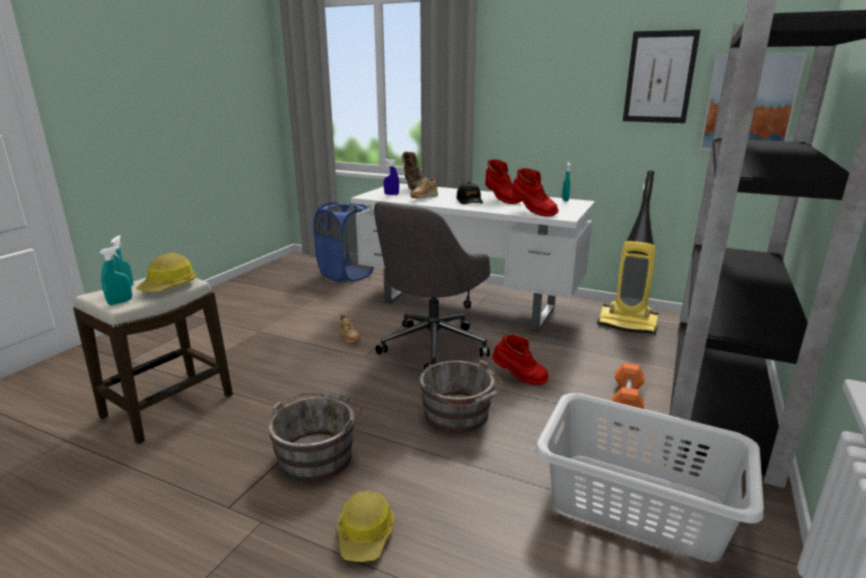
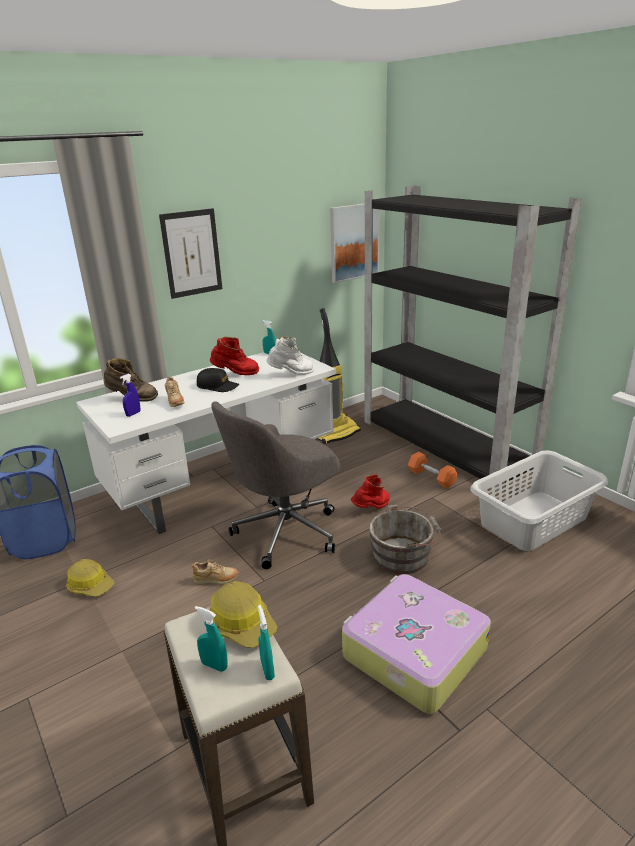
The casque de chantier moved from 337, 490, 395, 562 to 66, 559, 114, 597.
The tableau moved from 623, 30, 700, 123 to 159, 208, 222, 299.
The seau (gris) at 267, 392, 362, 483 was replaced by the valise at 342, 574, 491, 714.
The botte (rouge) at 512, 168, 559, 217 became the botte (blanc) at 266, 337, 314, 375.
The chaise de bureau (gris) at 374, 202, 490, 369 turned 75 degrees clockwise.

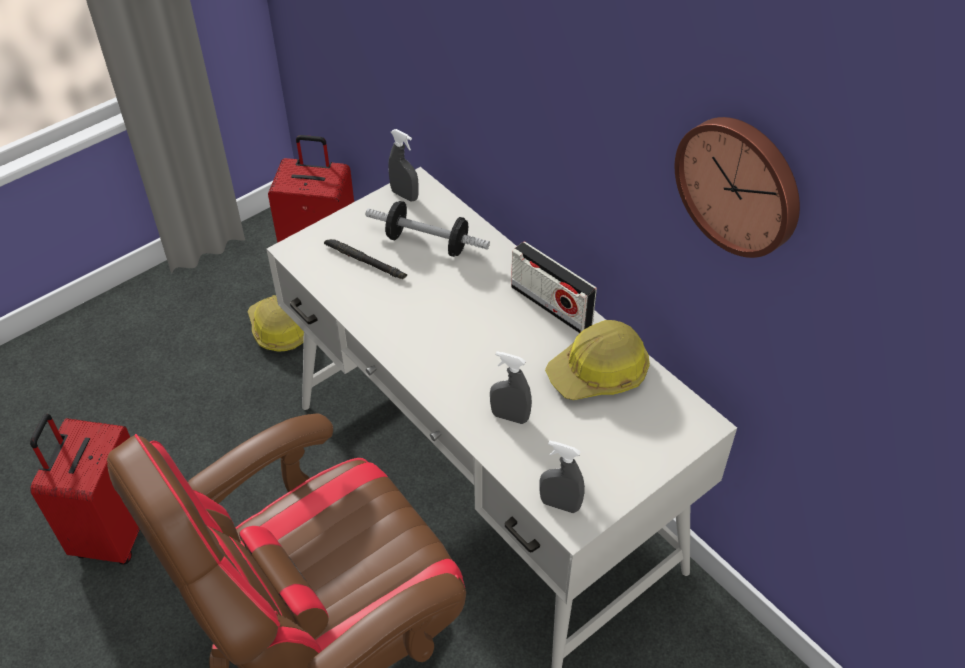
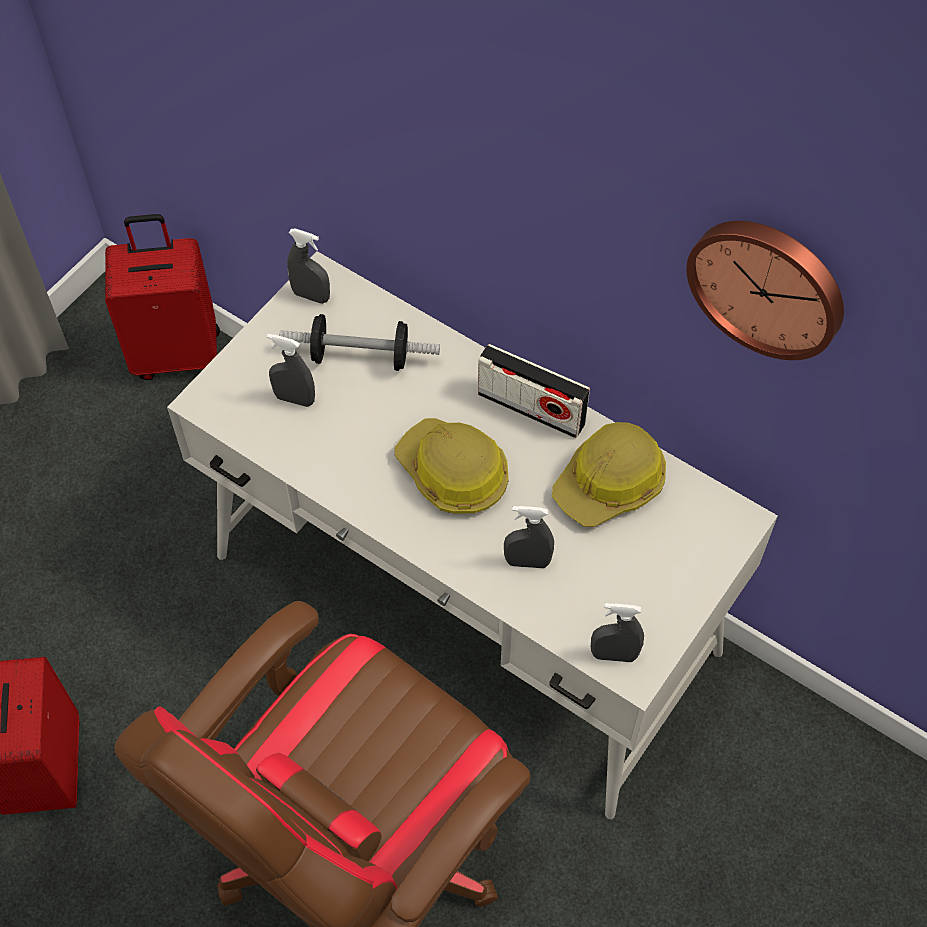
The casque de chantier moved from 248, 295, 304, 352 to 394, 418, 509, 514.
The lampe de poche (noir) at 324, 239, 407, 279 was replaced by the vaporisateur (gris) at 267, 334, 315, 407.

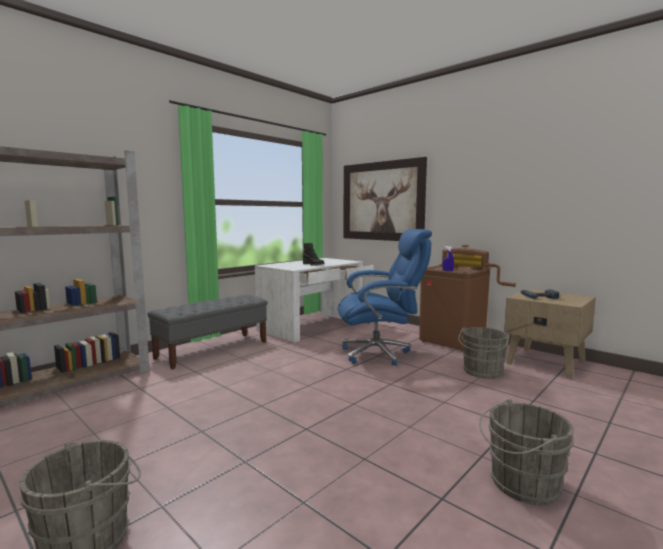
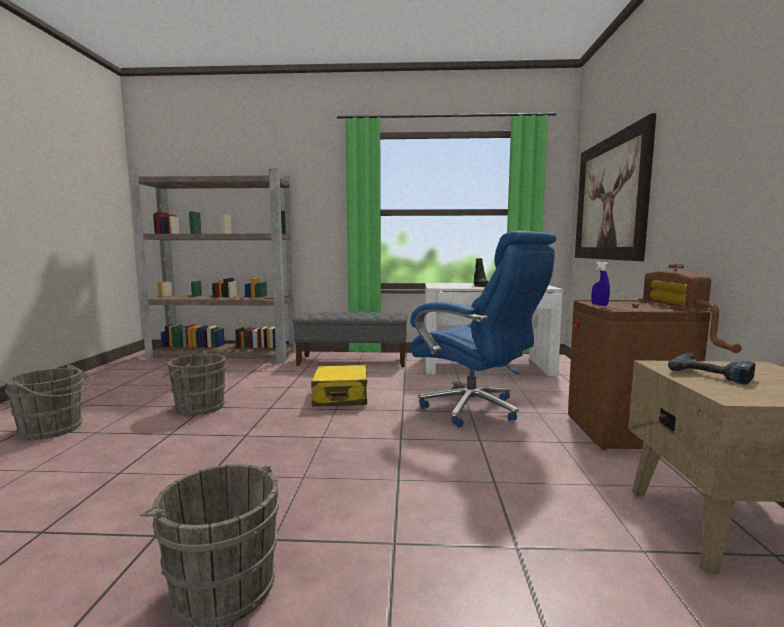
The valise (jaune) at 311, 365, 367, 407 appeared.
The seau (gris) moved from 458, 327, 510, 379 to 161, 351, 227, 416.

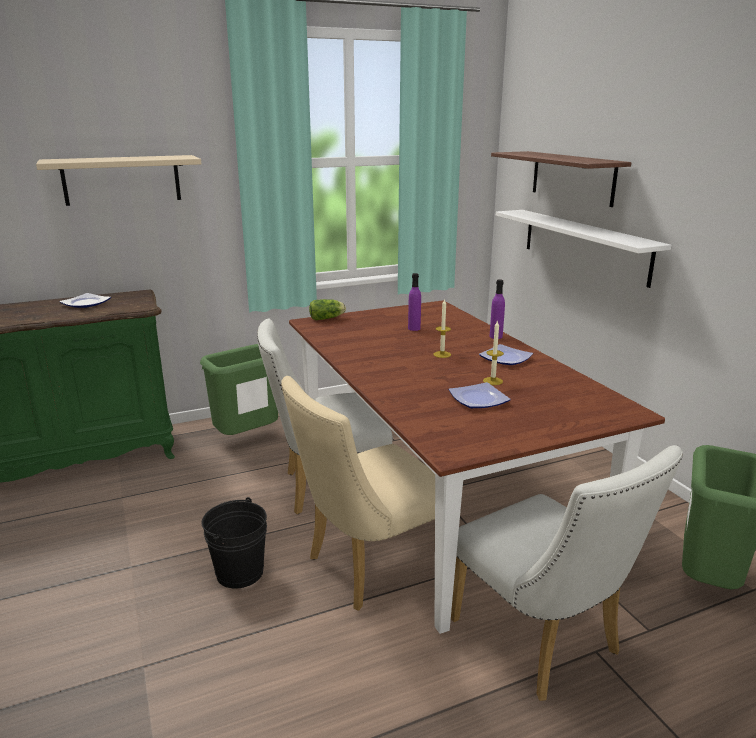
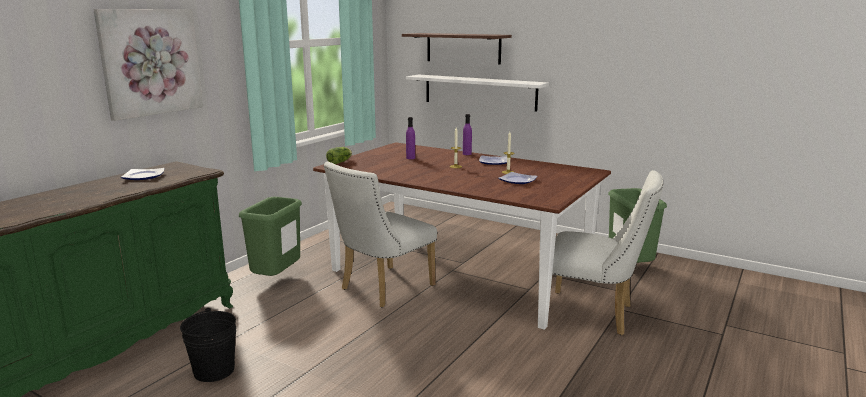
The chaise (beige) at 281, 376, 435, 611 disappeared.
The seau (noir) moved from 201, 497, 267, 589 to 180, 308, 236, 382.
The étagère (beige) at 36, 155, 201, 206 was replaced by the tableau at 93, 9, 203, 121.

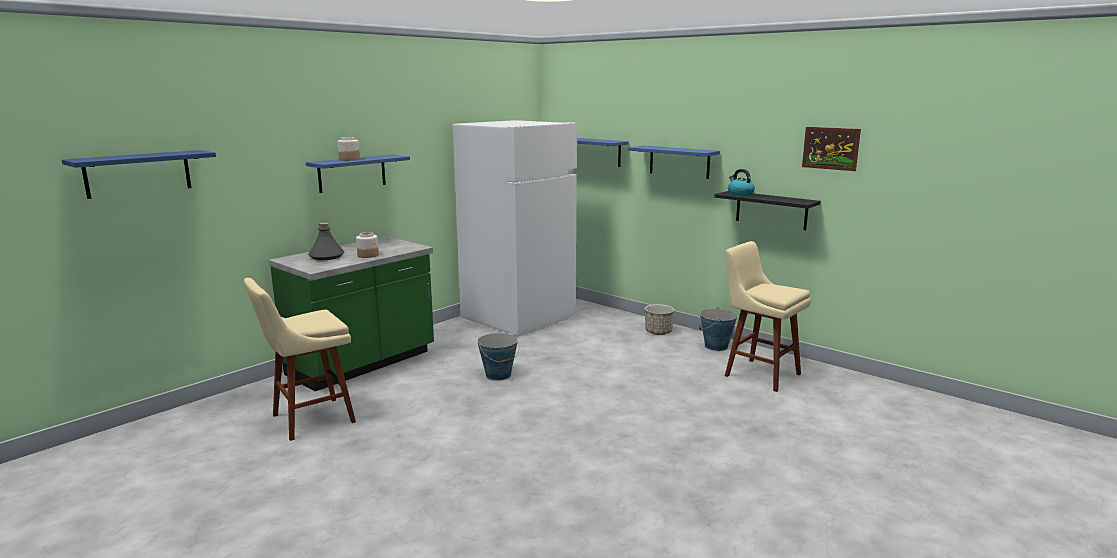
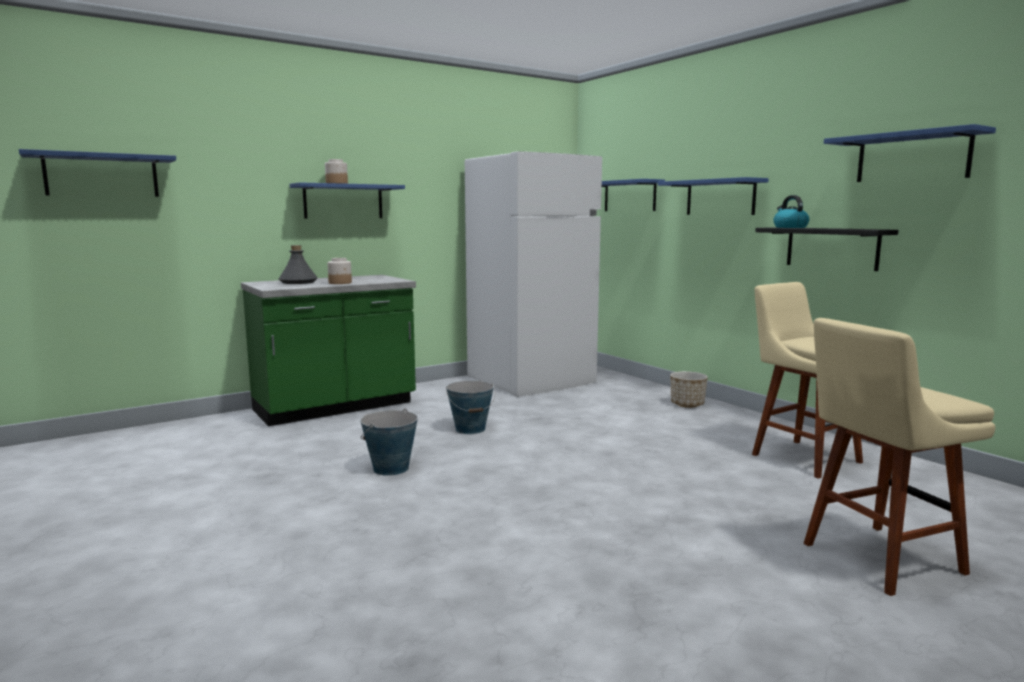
The tabouret (beige) moved from 244, 278, 356, 441 to 804, 318, 995, 596.
The seau moved from 699, 307, 737, 351 to 360, 409, 418, 476.
The tableau at 802, 127, 861, 171 was replaced by the étagère (bleu) at 824, 124, 996, 182.

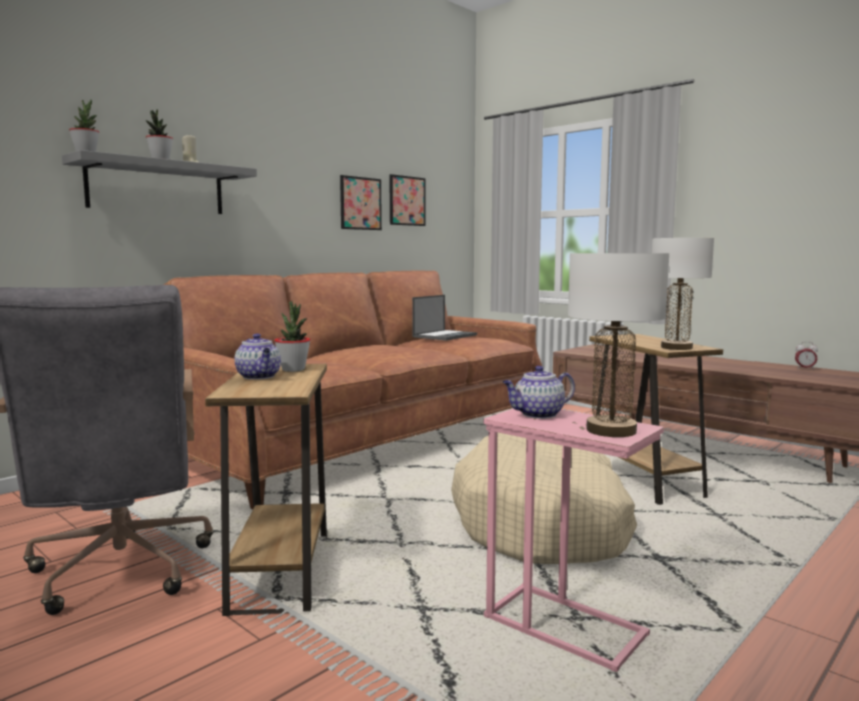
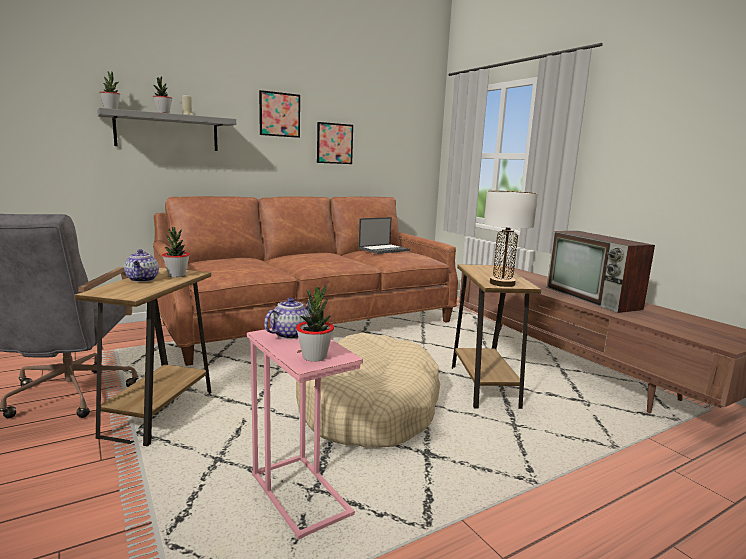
The réveil at 795, 342, 818, 370 disappeared.
The téléviseur at 547, 231, 655, 313 appeared.
The tableau moved from 389, 174, 425, 226 to 259, 90, 300, 138.
The lampe de table at 568, 253, 669, 437 was replaced by the plante en pot at 296, 284, 334, 362.
The théière at 503, 366, 575, 419 turned 135 degrees clockwise.

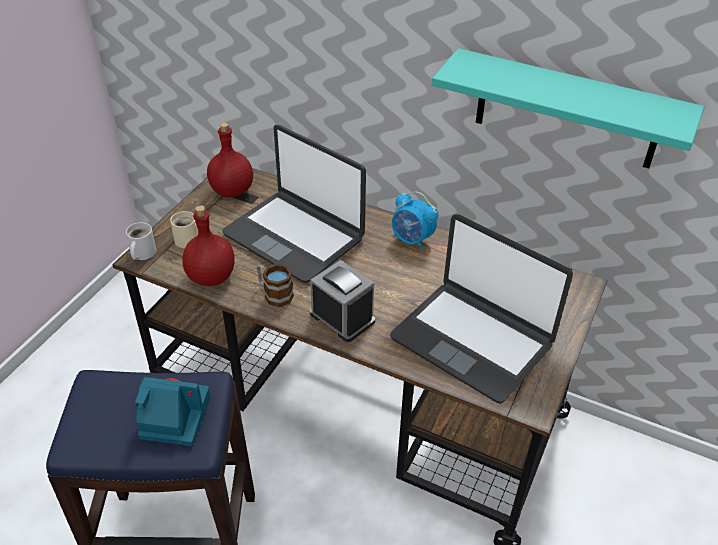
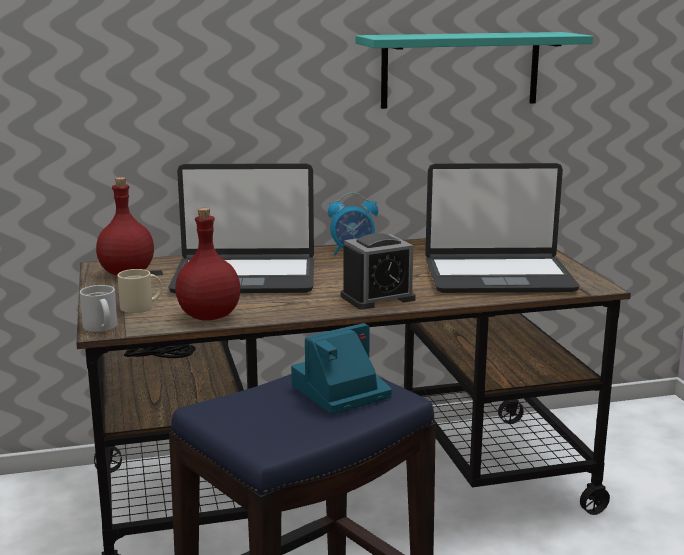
The mug at 257, 264, 294, 307 disappeared.
The réveil at 310, 260, 375, 342 turned 150 degrees clockwise.

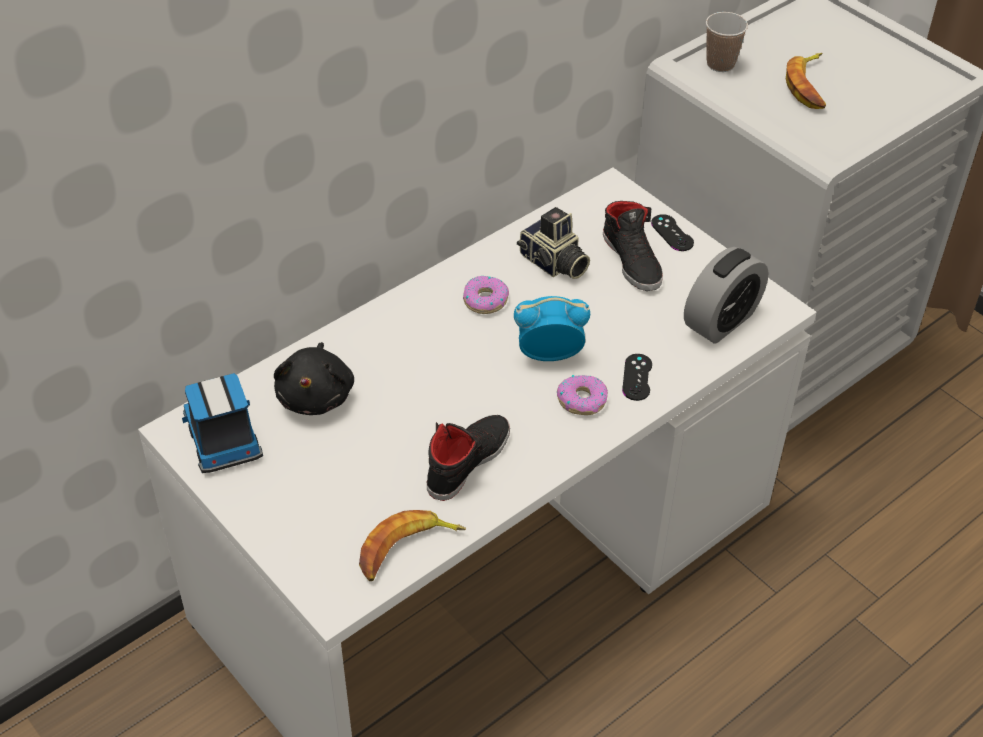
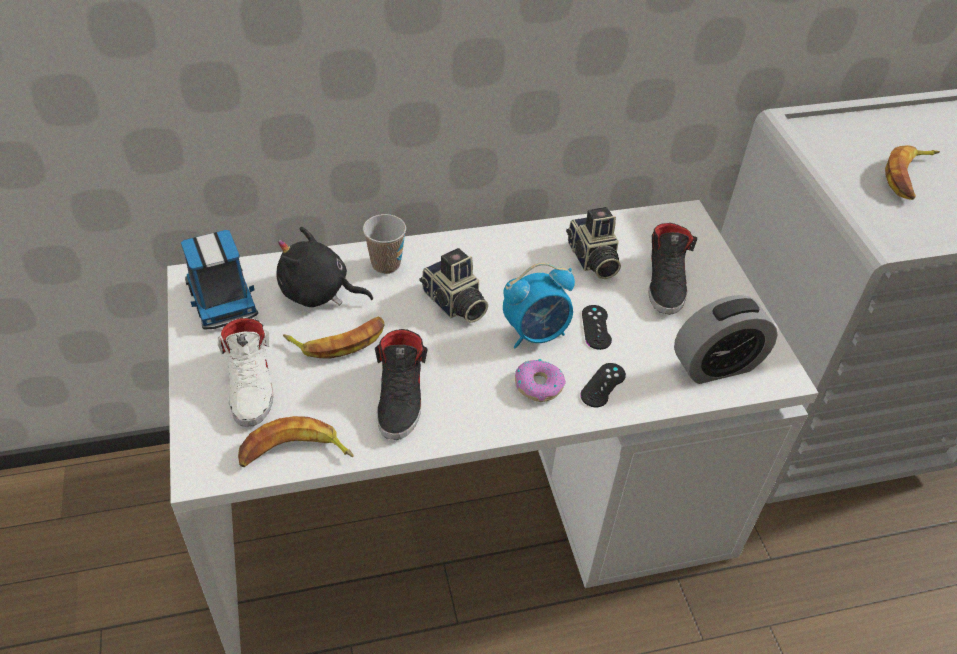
The beignet at 463, 276, 509, 314 disappeared.
The chaussure (blanc) at 216, 317, 273, 426 appeared.
The banane at 283, 317, 384, 358 appeared.
The appareil photo at 419, 248, 488, 323 appeared.
The manette (noir) moved from 651, 214, 694, 251 to 582, 305, 612, 350.
The tasse moved from 706, 12, 748, 72 to 363, 214, 406, 274.
The camion jouet at 182, 373, 263, 473 turned 150 degrees clockwise.
The peluche (noir) at 274, 342, 354, 415 turned 75 degrees clockwise.
The chaussure (noir) at 427, 415, 510, 501 turned 120 degrees clockwise.
The réveil at 514, 296, 590, 361 turned 135 degrees clockwise.

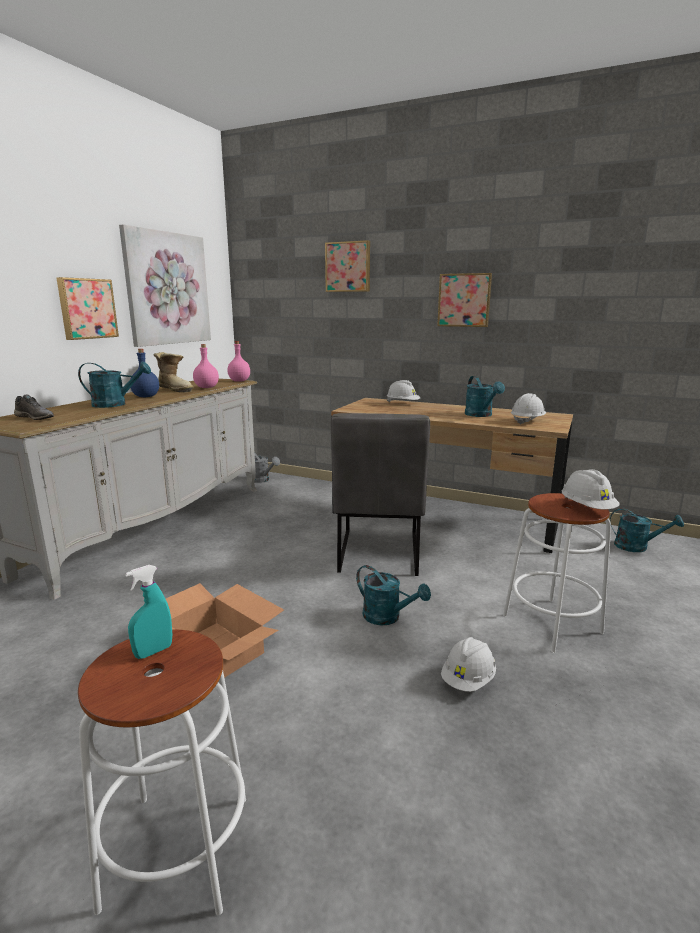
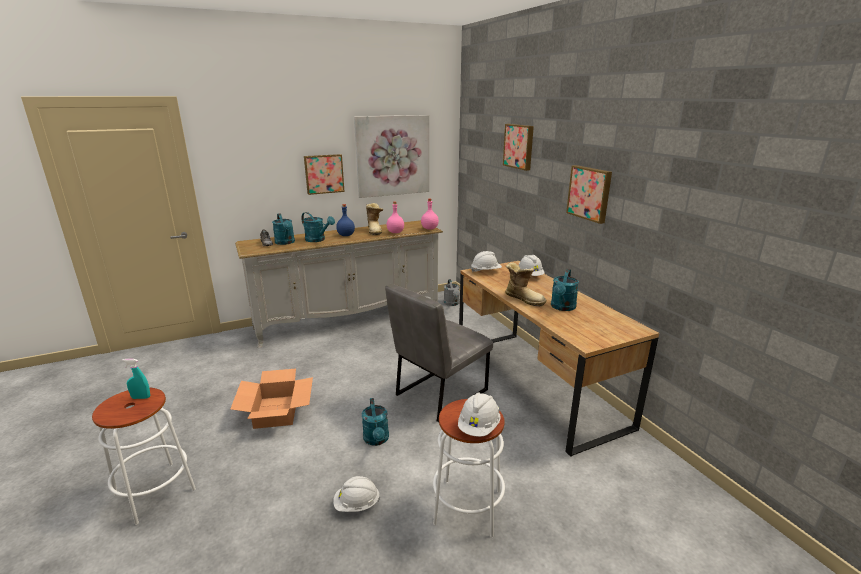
The botte at 505, 262, 547, 307 appeared.
The casque de chantier (blanc) moved from 511, 393, 546, 425 to 471, 251, 502, 272.
The arrosoir (turquoise) moved from 610, 508, 684, 552 to 272, 213, 295, 245.

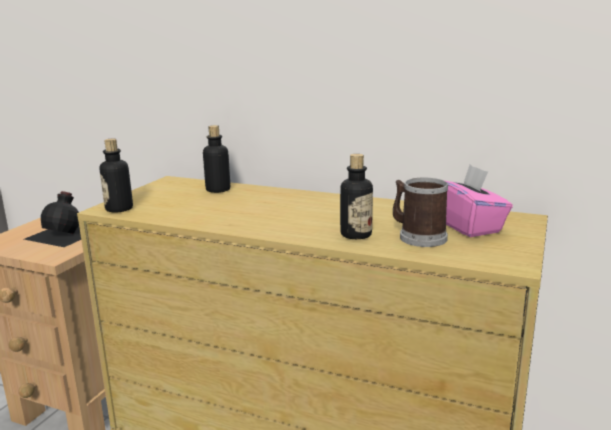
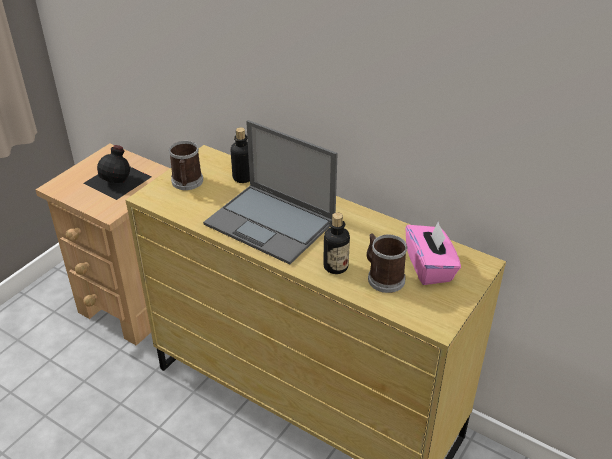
The bouteille at 99, 139, 133, 212 disappeared.
The mug at 169, 141, 203, 190 appeared.
The ordinateur portable at 203, 120, 337, 265 appeared.

